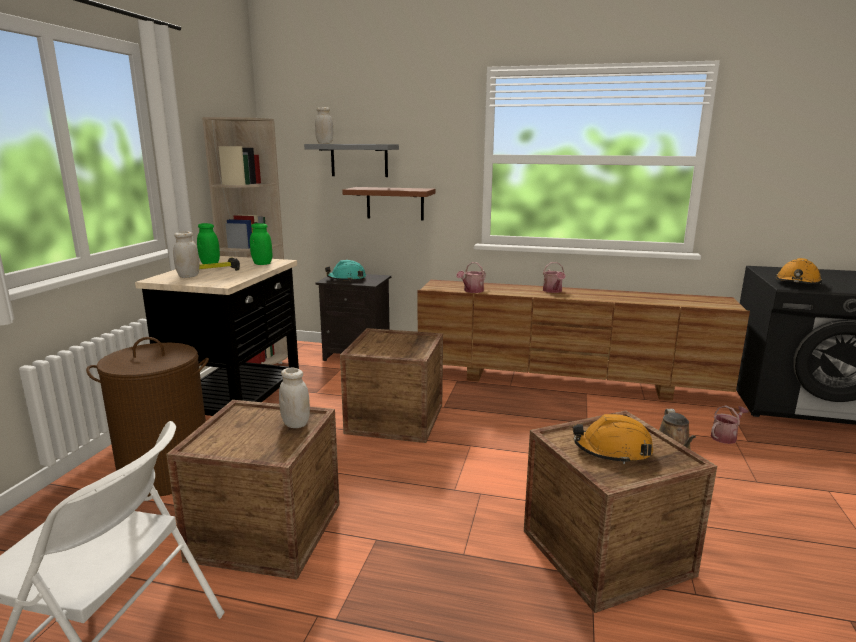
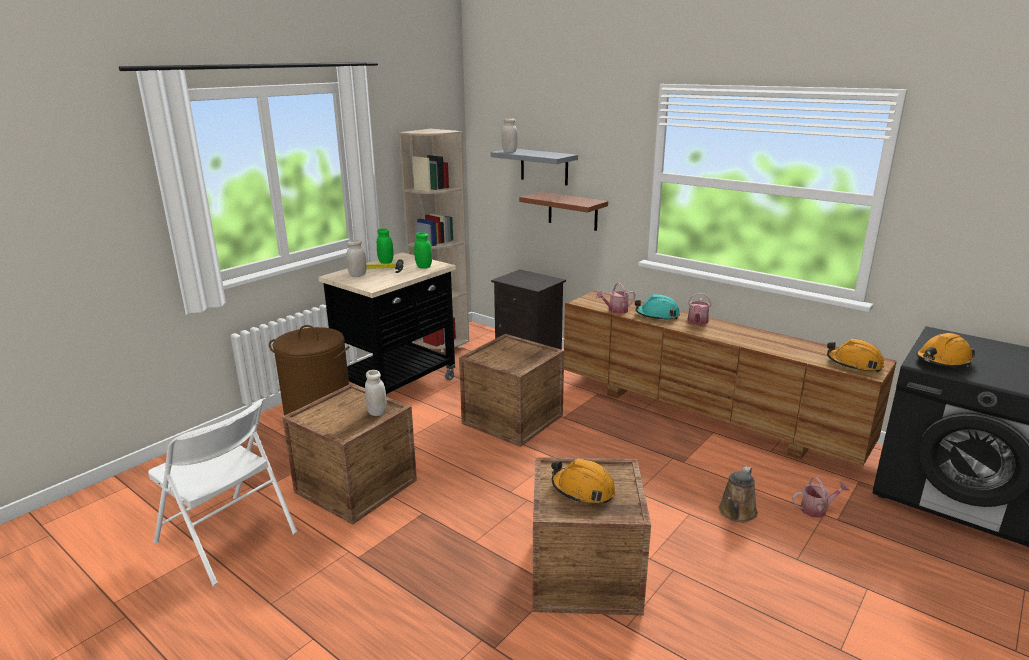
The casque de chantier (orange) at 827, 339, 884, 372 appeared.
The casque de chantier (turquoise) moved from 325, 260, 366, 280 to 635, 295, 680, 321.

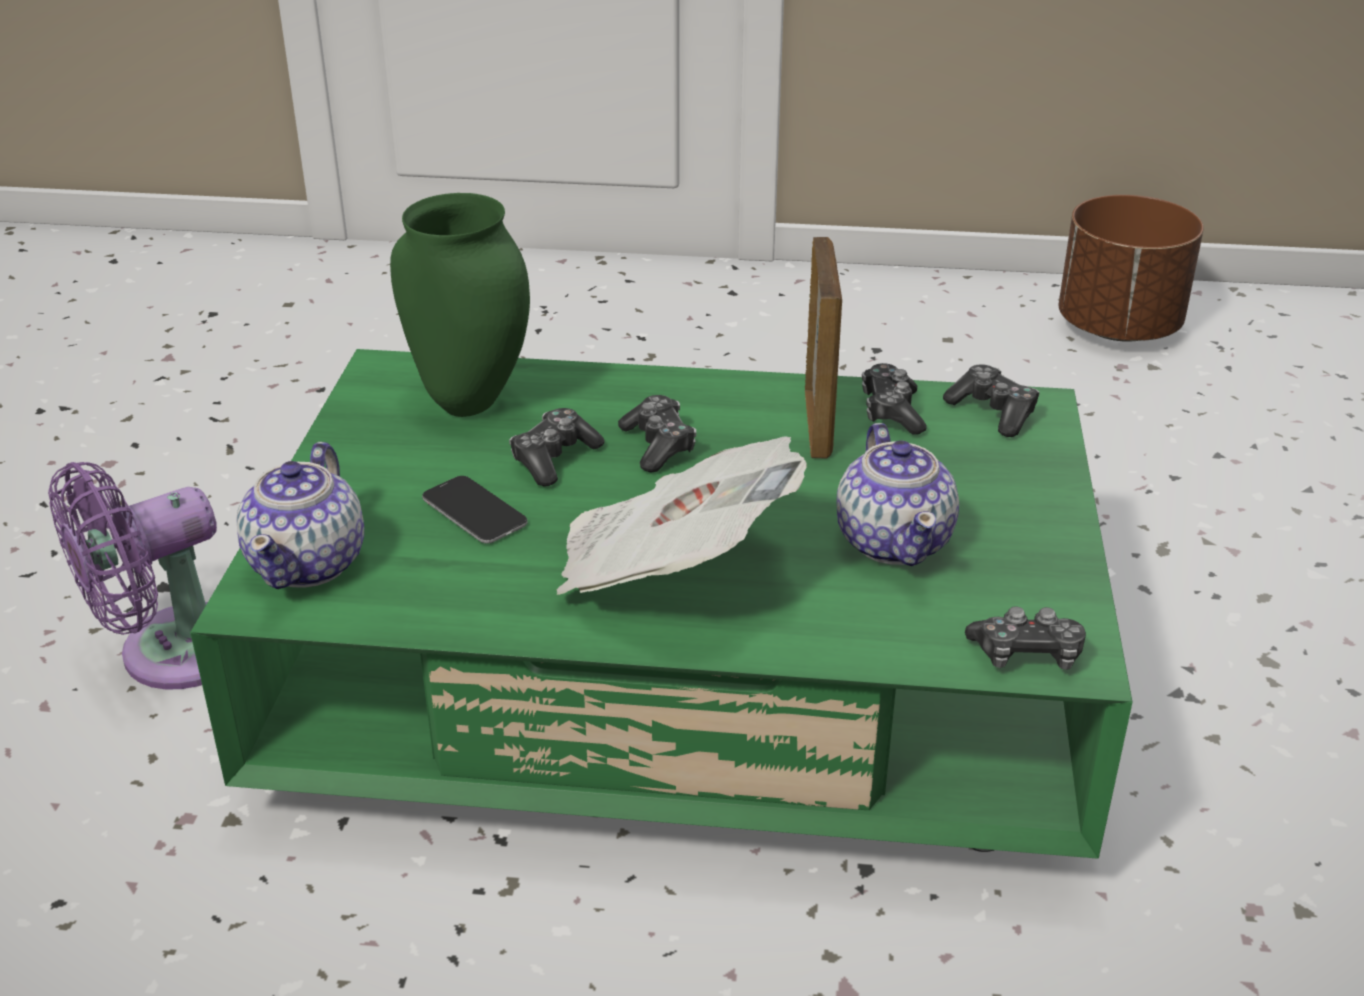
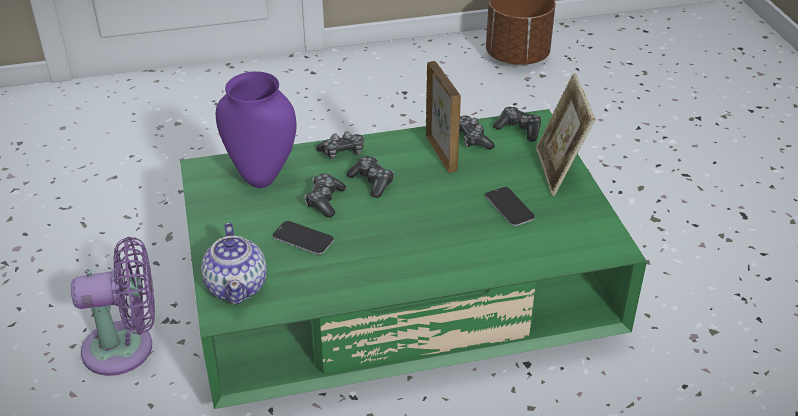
The journal at 556, 436, 807, 595 disappeared.
The cadre photo at 536, 73, 595, 196 appeared.
The manette moved from 965, 606, 1086, 670 to 316, 131, 364, 159.
The théière at 837, 423, 959, 566 was replaced by the téléphone at 485, 187, 535, 226.
The vase (vert) at 390, 193, 530, 417 became the vase (violet) at 216, 71, 297, 188.
The ventilateur (violet) at 48, 462, 217, 690 turned 135 degrees counterclockwise.

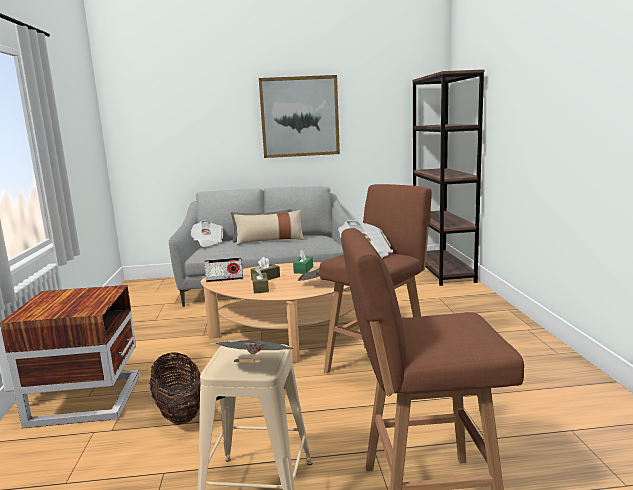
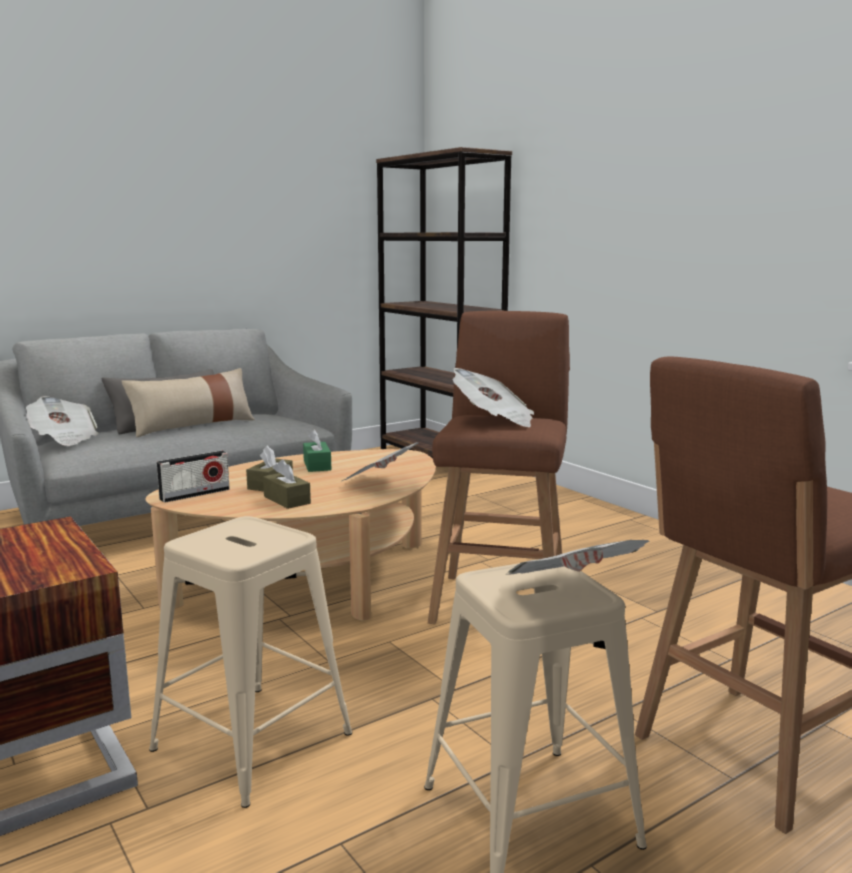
The tableau at 259, 75, 340, 158 disappeared.
The panier at 150, 352, 201, 425 was replaced by the tabouret (beige) at 149, 516, 352, 808.

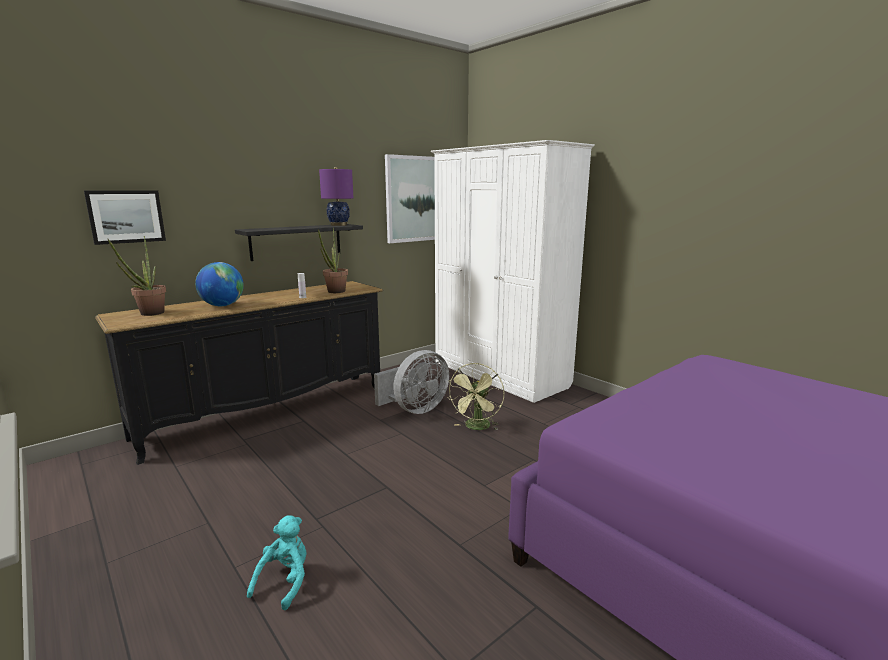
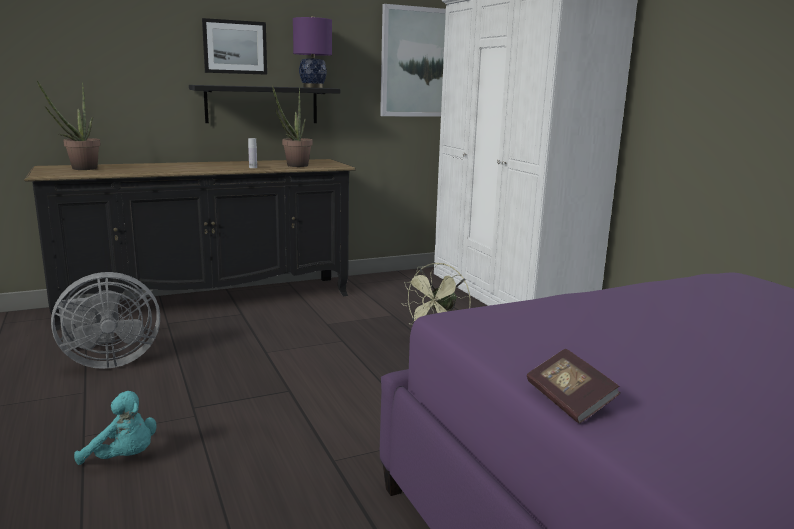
The globe at 195, 262, 244, 306 disappeared.
The livre at 527, 348, 620, 424 appeared.
The tableau moved from 84, 190, 166, 245 to 202, 18, 267, 75.
The ventilateur (gris) moved from 374, 350, 449, 414 to 51, 272, 160, 369.
The peluche (turquoise) at 247, 515, 307, 610 turned 75 degrees clockwise.

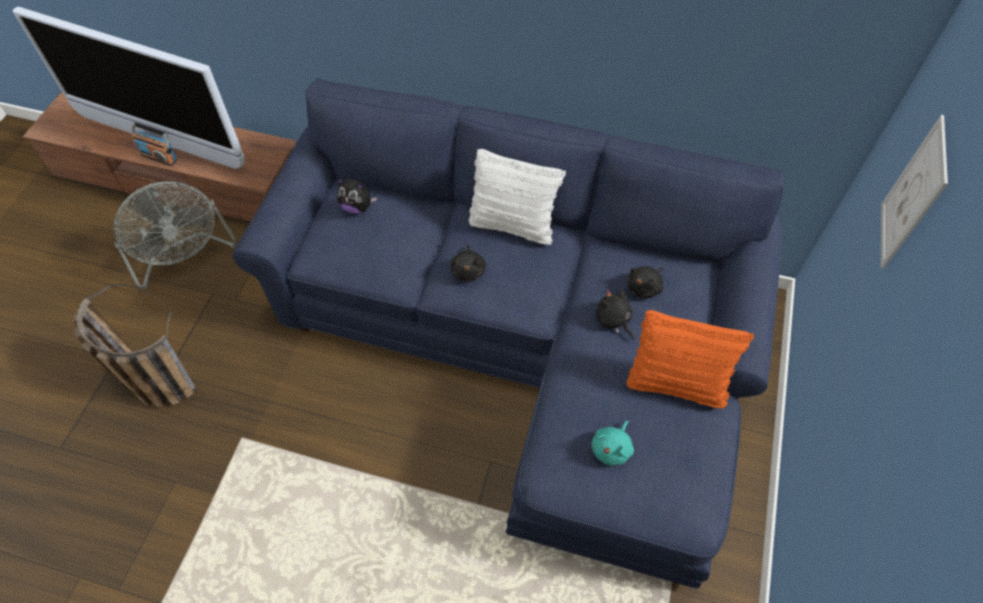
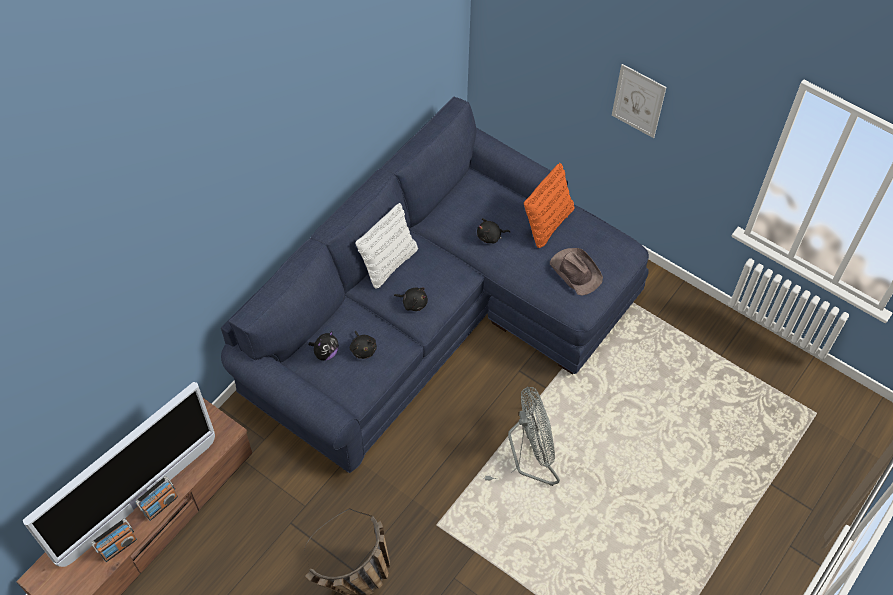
The radio at 91, 518, 137, 562 appeared.
The ventilateur (gris) moved from 114, 181, 237, 289 to 483, 386, 560, 486.
The peluche (noir) moved from 627, 266, 664, 298 to 350, 331, 377, 359.
The tableau moved from 881, 115, 948, 269 to 612, 64, 667, 138.
The peluche (turquoise) at 591, 421, 634, 465 was replaced by the chapeau (marron) at 550, 248, 603, 296.

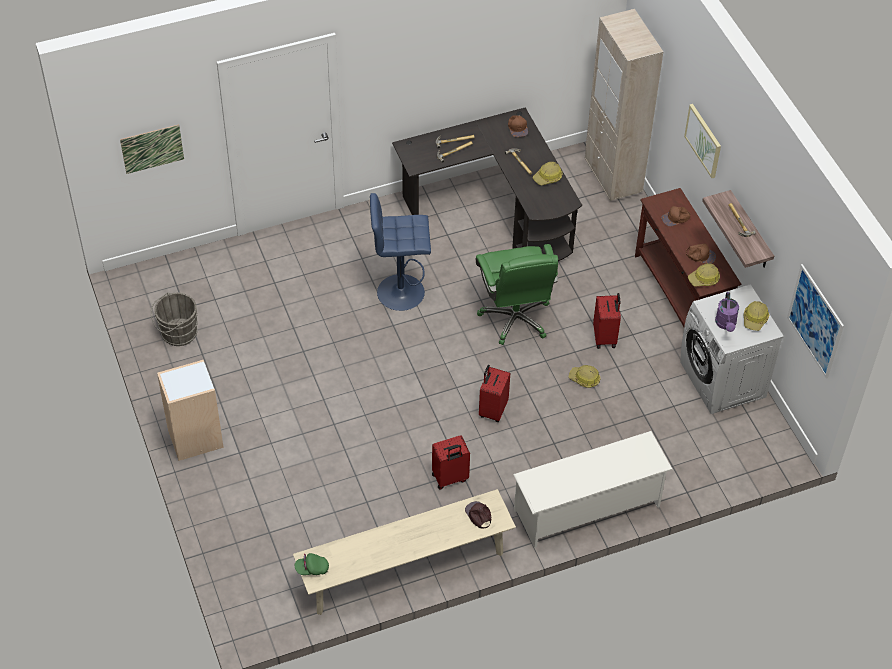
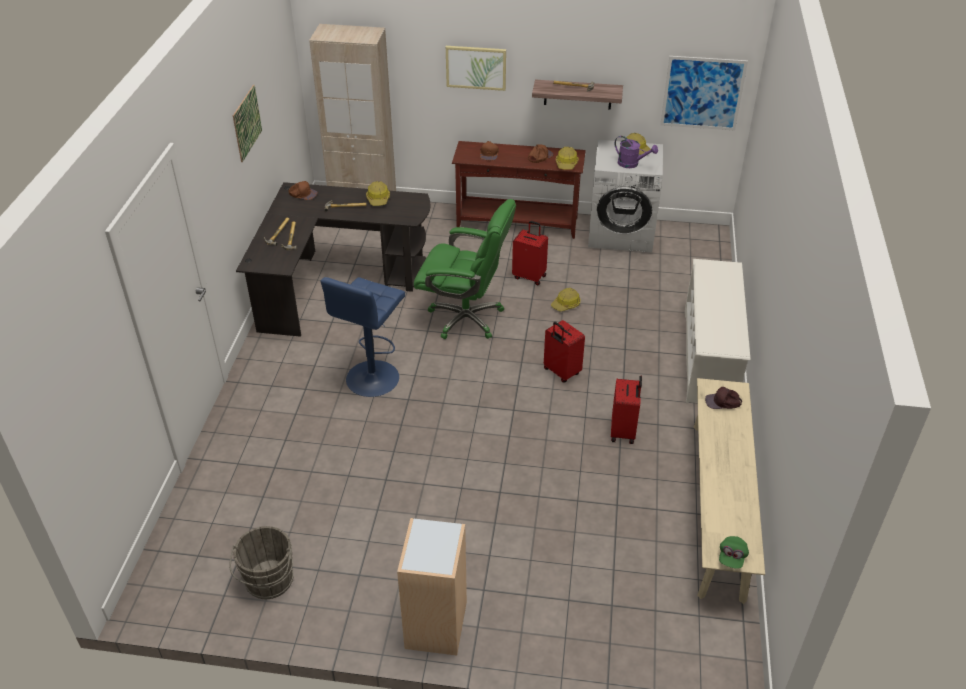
The tableau moved from 120, 124, 184, 174 to 233, 85, 262, 162.

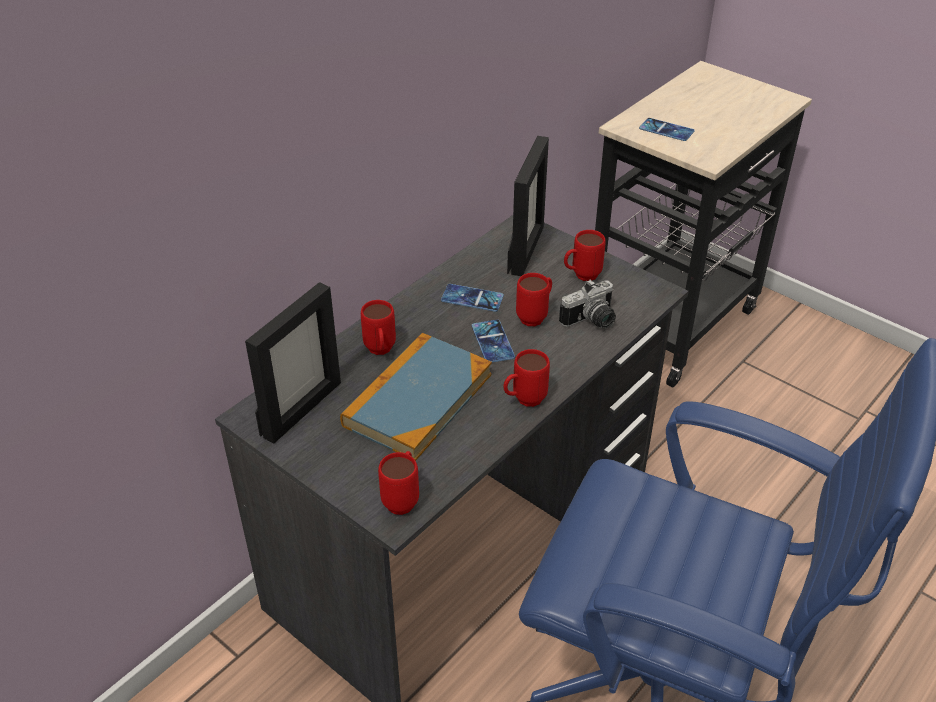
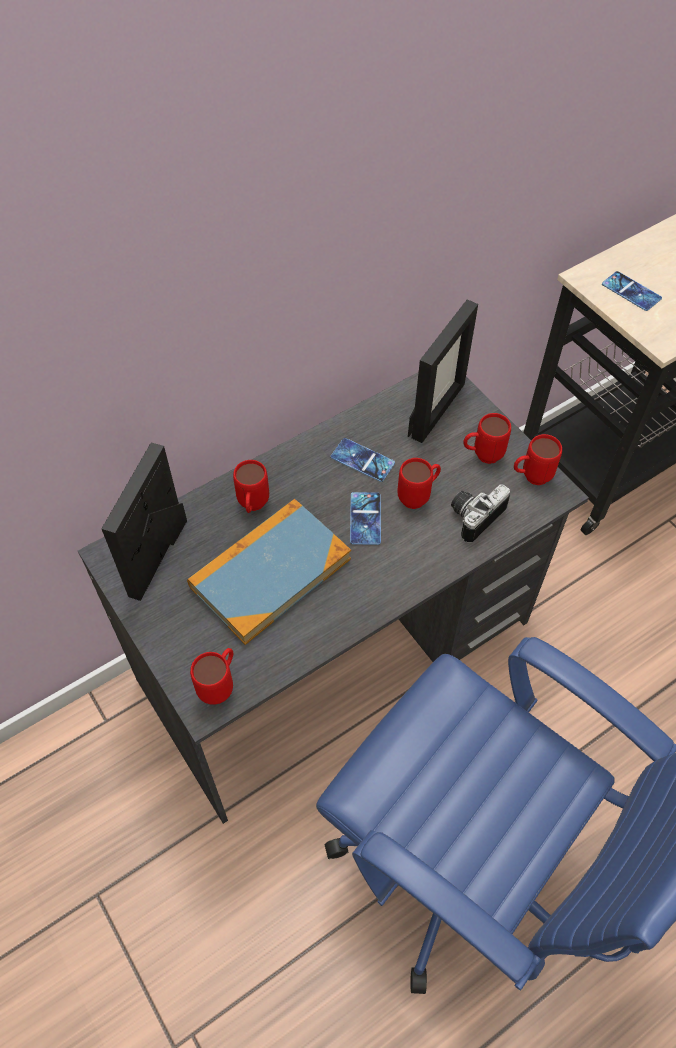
The mug (rouge) moved from 503, 349, 550, 407 to 514, 434, 562, 485.
The cadre photo at 245, 282, 341, 444 turned 150 degrees clockwise.
The appareil photo at 559, 279, 616, 329 turned 150 degrees clockwise.

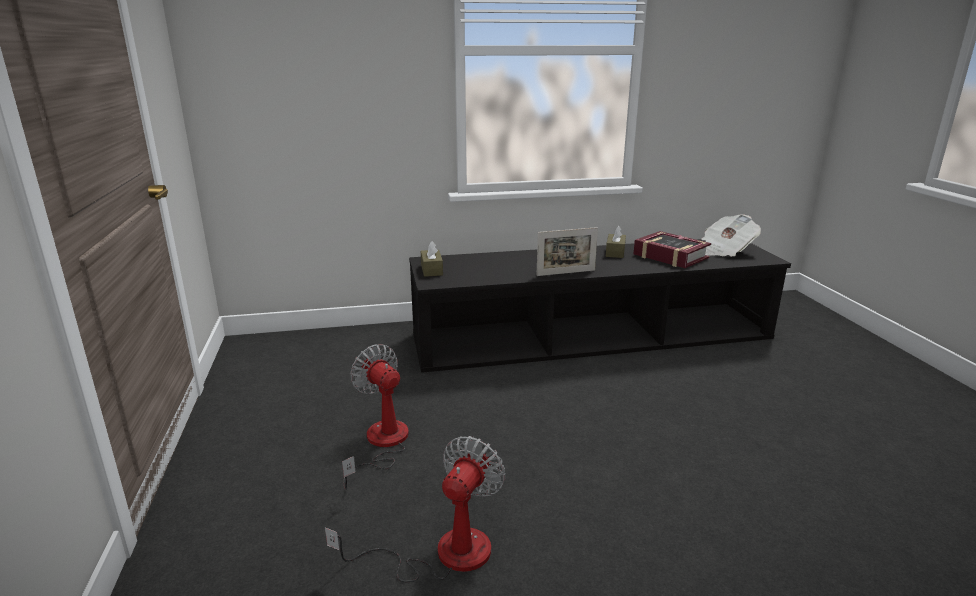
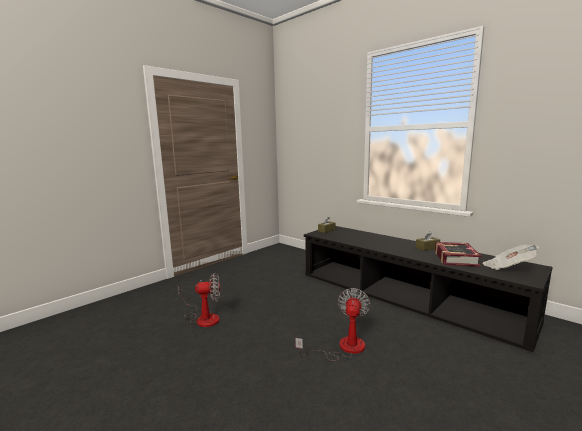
The cadre photo at 536, 227, 598, 276 disappeared.
The ventilateur moved from 342, 344, 409, 490 to 295, 288, 370, 361.

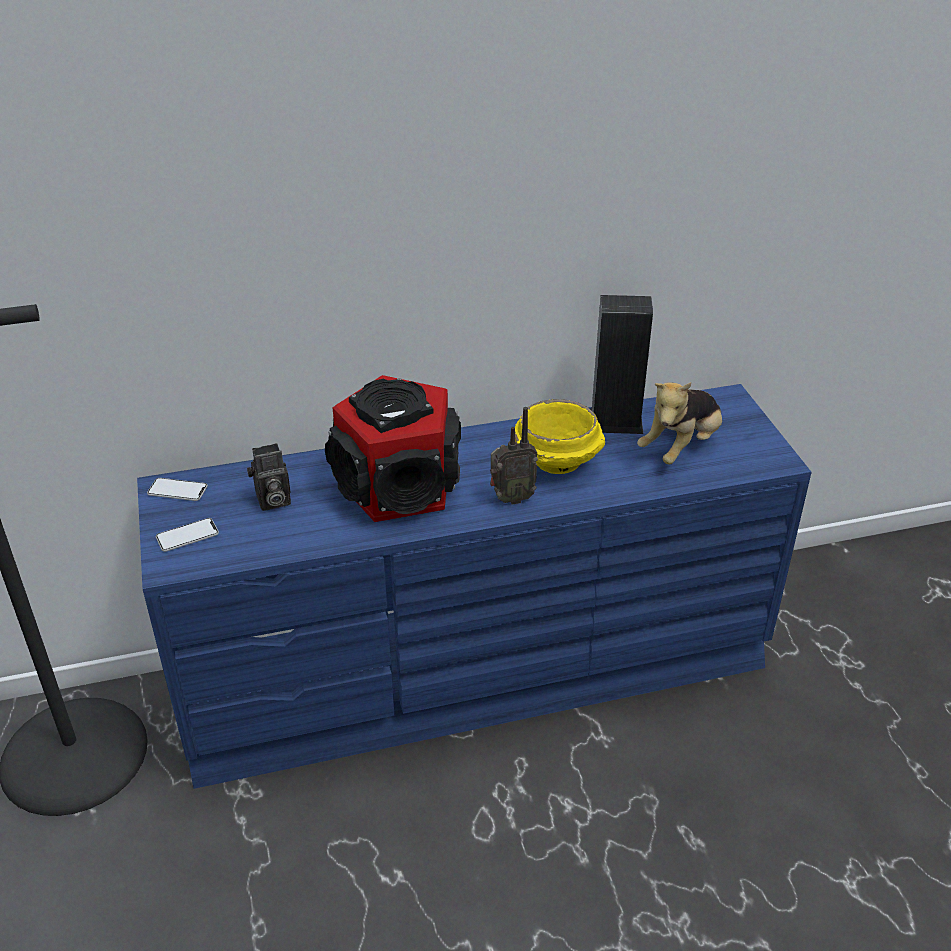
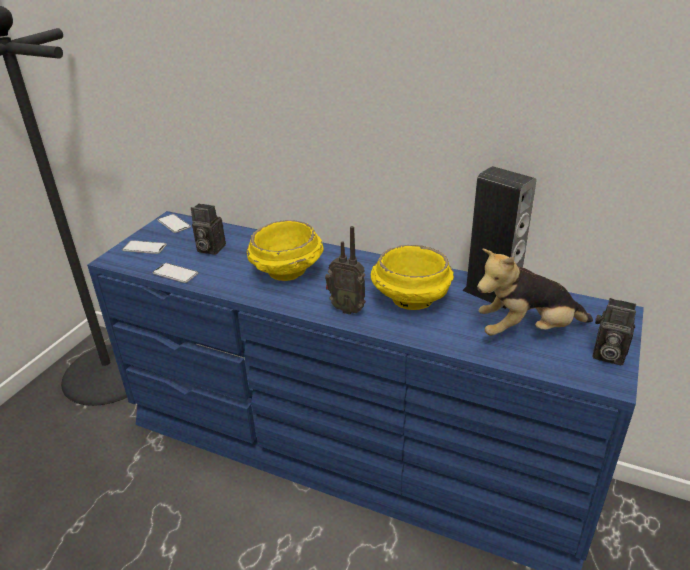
The téléphone at 153, 263, 198, 283 appeared.
The appareil photo at 593, 298, 636, 366 appeared.
The enceinte at 325, 375, 461, 522 was replaced by the bol (jaune) at 246, 220, 324, 281.

